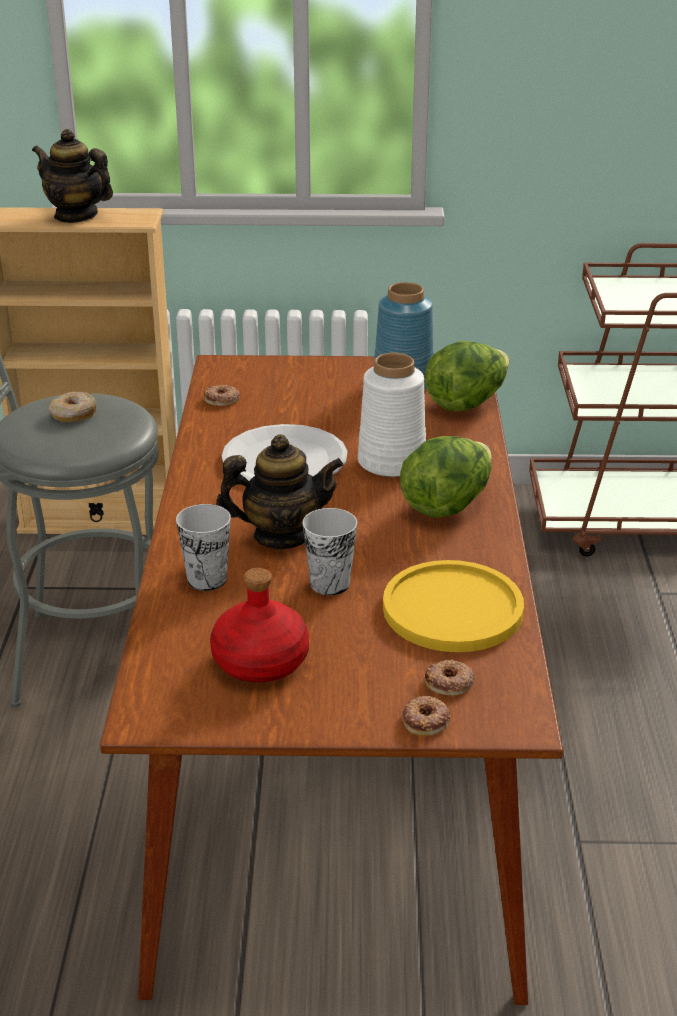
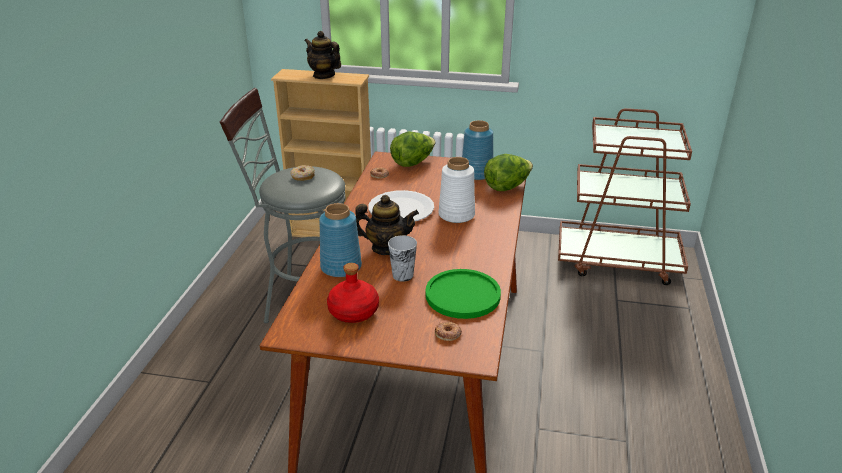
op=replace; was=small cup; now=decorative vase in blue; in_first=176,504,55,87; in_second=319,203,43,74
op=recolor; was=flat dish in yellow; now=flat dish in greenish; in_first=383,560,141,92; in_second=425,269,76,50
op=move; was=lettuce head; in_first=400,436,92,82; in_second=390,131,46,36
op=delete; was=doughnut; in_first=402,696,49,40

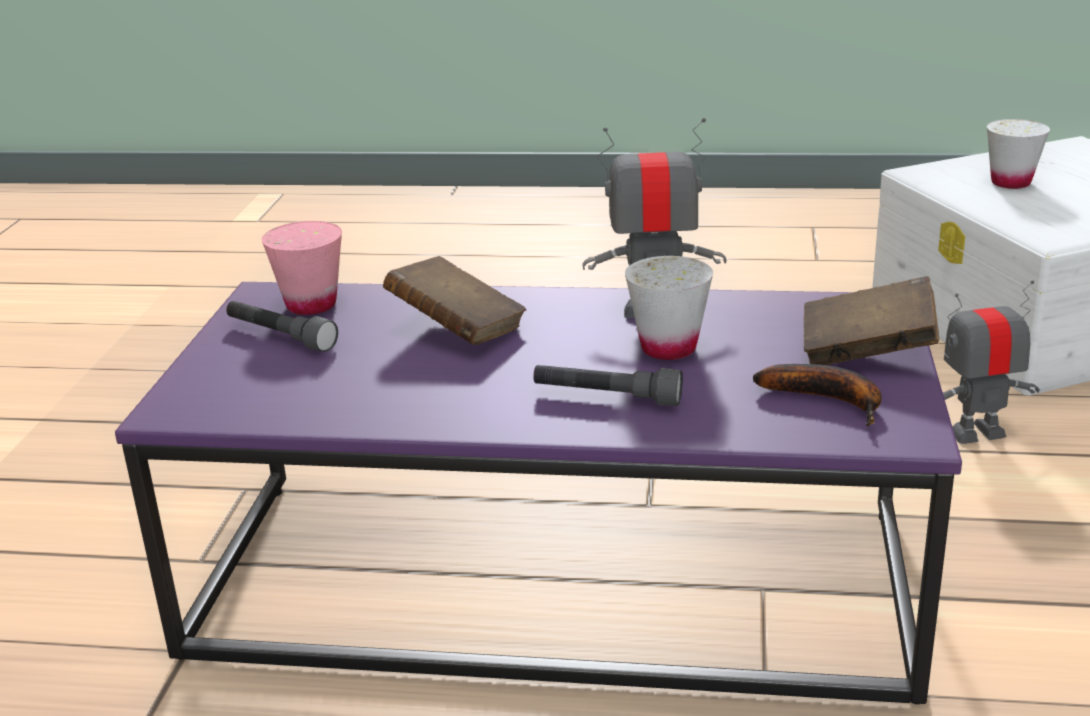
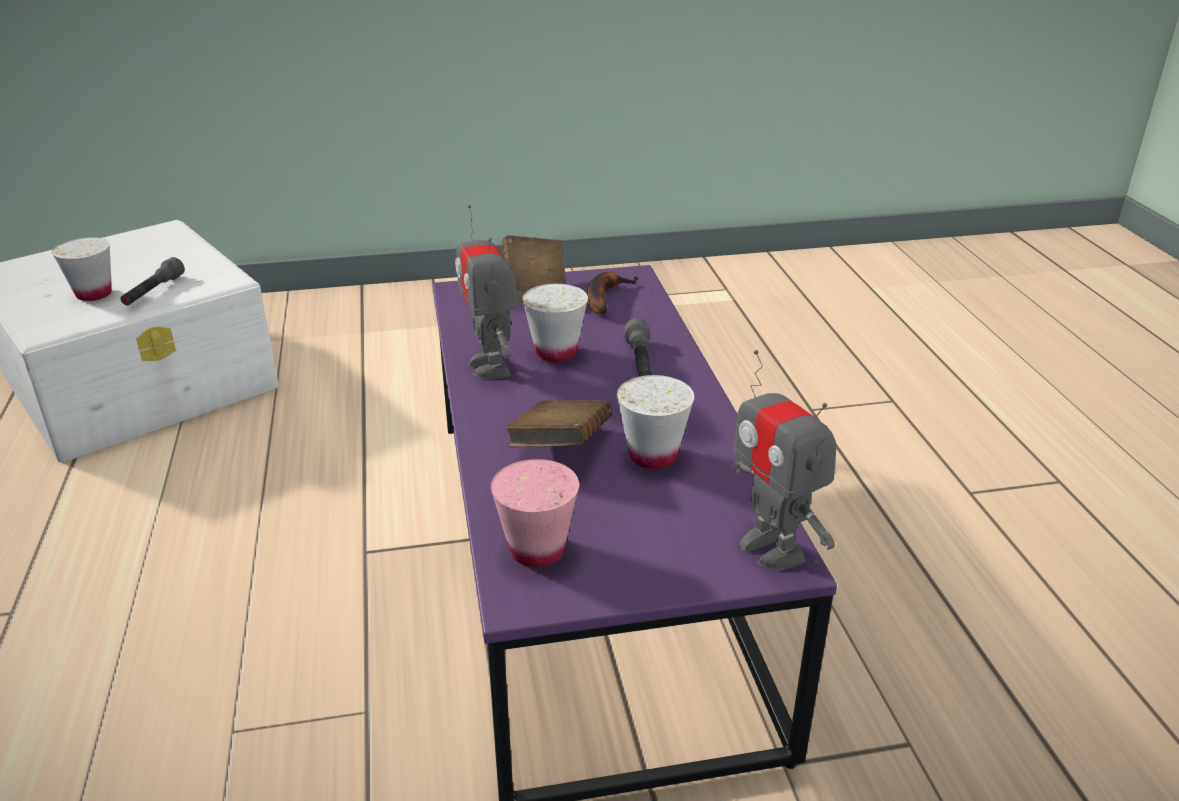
op=move; was=torch in gray; in_first=226,301,112,51; in_second=121,257,64,48
op=move; was=toy robot; in_first=943,280,97,164; in_second=732,350,104,221
op=insert; now=small cup in white; in_second=617,375,77,94

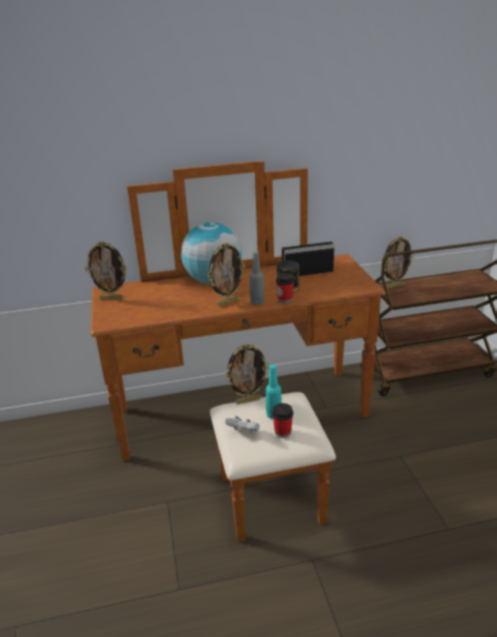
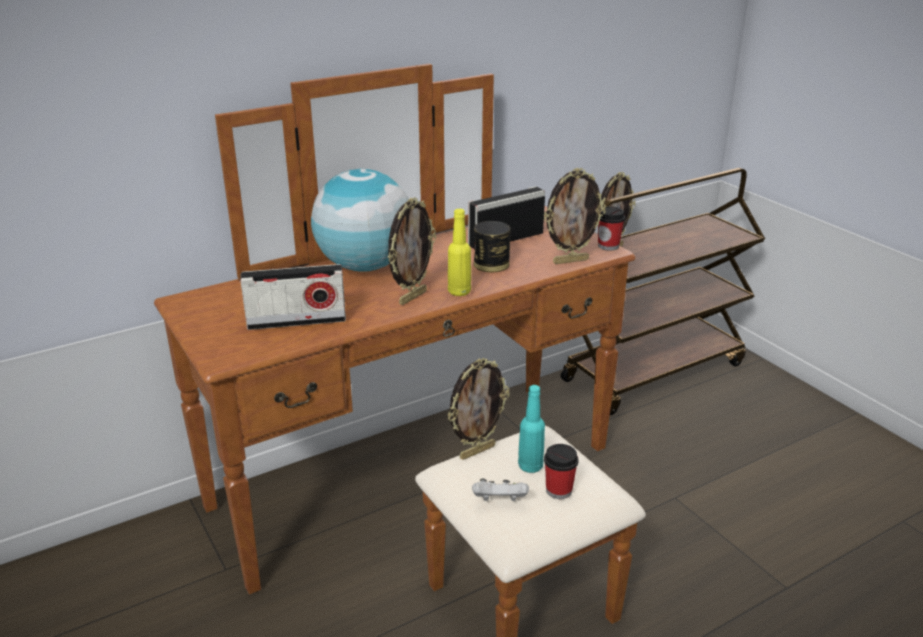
op=move; was=photo frame; in_first=85,241,42,59; in_second=543,168,63,96
op=recolor; was=beverage bottle in gray; now=beverage bottle in yellow; in_first=249,251,16,54; in_second=448,209,23,87
op=move; was=small cup; in_first=276,273,19,30; in_second=598,206,27,45
op=insert; now=radio; in_second=240,264,106,66

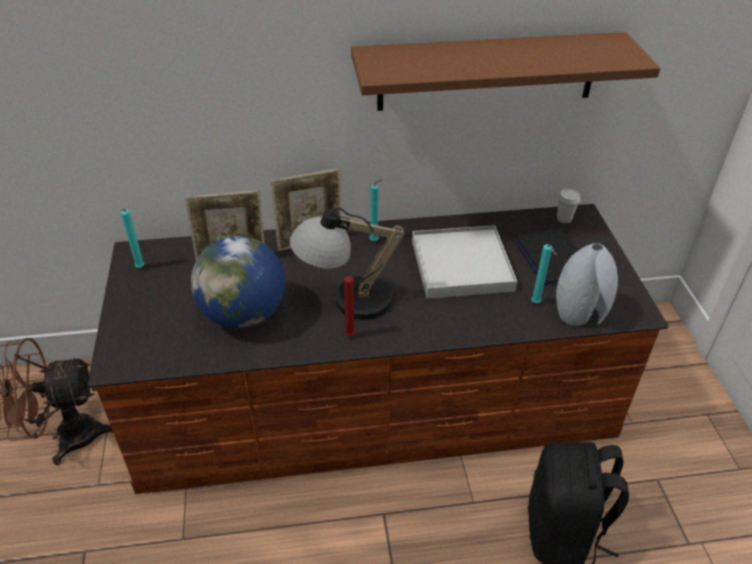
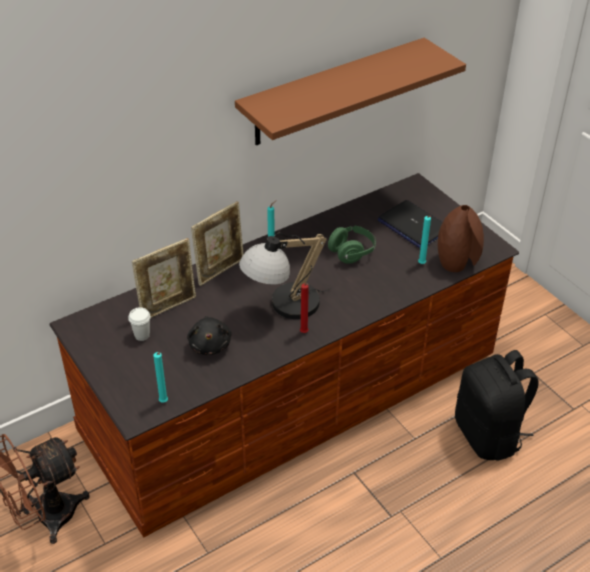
op=move; was=wax light in turquoise-coloured; in_first=121,209,24,59; in_second=153,352,15,51
op=replace; was=desk globe; now=cuddly toy in black-coloured; in_first=191,236,94,92; in_second=187,316,45,39
op=replace; was=tray in white; now=headphones in greenish; in_first=412,225,105,74; in_second=328,226,48,38
op=recolor; was=decorative vase in gray; now=decorative vase in brownish; in_first=556,243,62,83; in_second=438,205,46,67
op=move; was=small cup in white; in_first=557,189,23,34; in_second=128,307,23,34

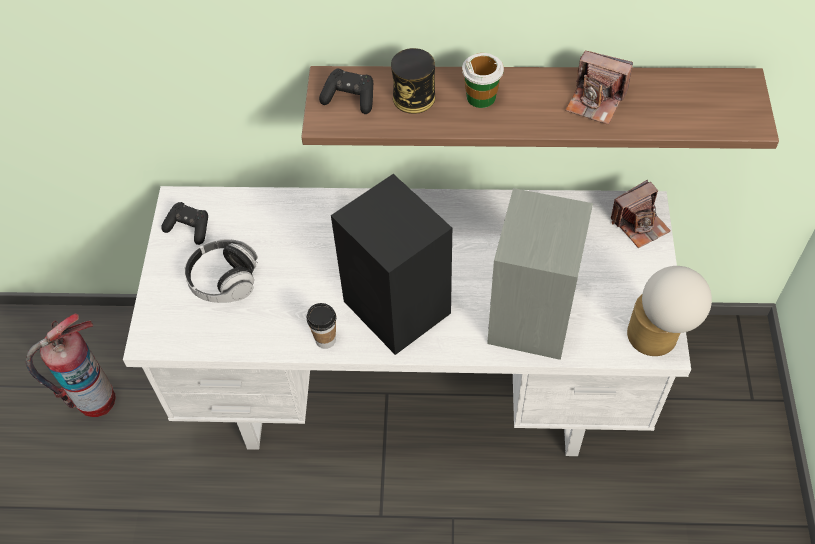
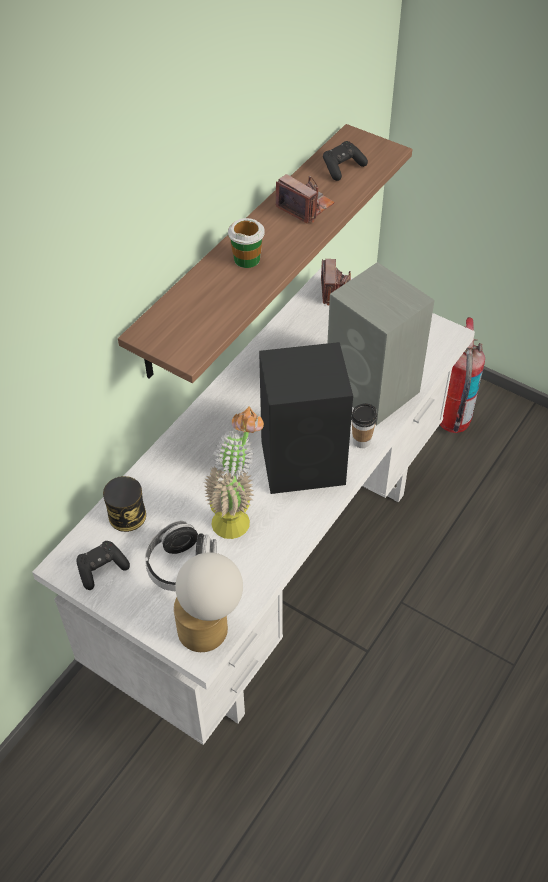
op=move; was=extinguisher; in_first=26,314,90,103; in_second=440,317,45,116
op=move; was=small cup; in_first=307,303,29,46; in_second=351,403,26,45
op=move; was=joypad in black-coloured; in_first=319,69,54,45; in_second=323,141,45,40
op=move; was=can; in_first=391,48,44,66; in_second=103,476,43,56
op=rotate; was=photo camera; in_first=565,51,68,74; in_second=276,174,59,50; clockwise=-105
op=move; was=lamp for a table; in_first=627,266,85,90; in_second=174,552,69,100
op=insert; now=houseplant; in_second=204,406,60,133

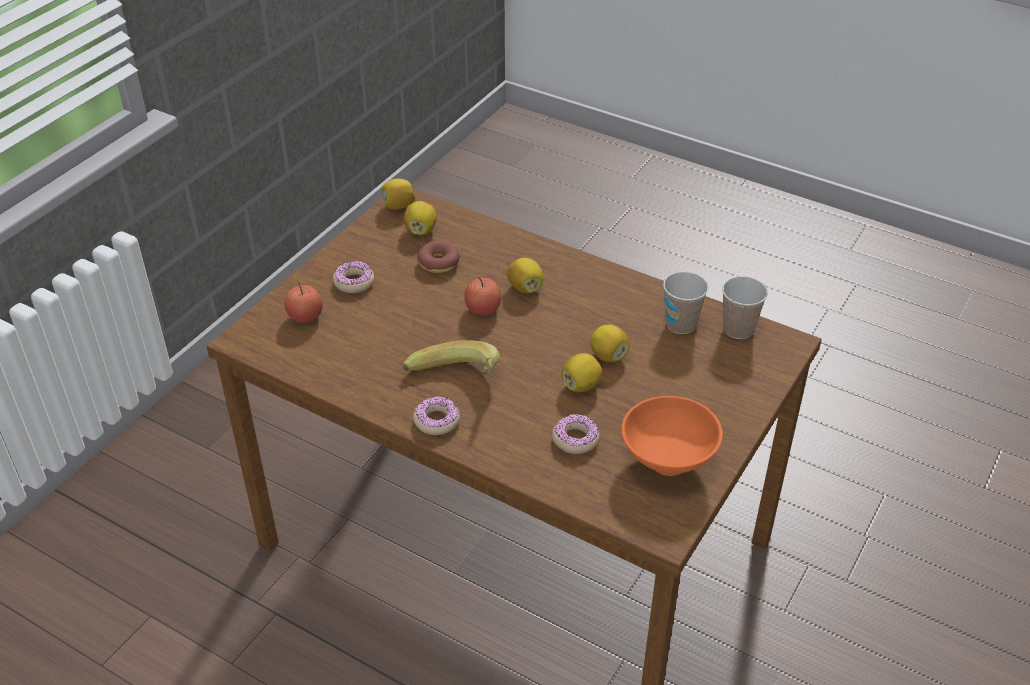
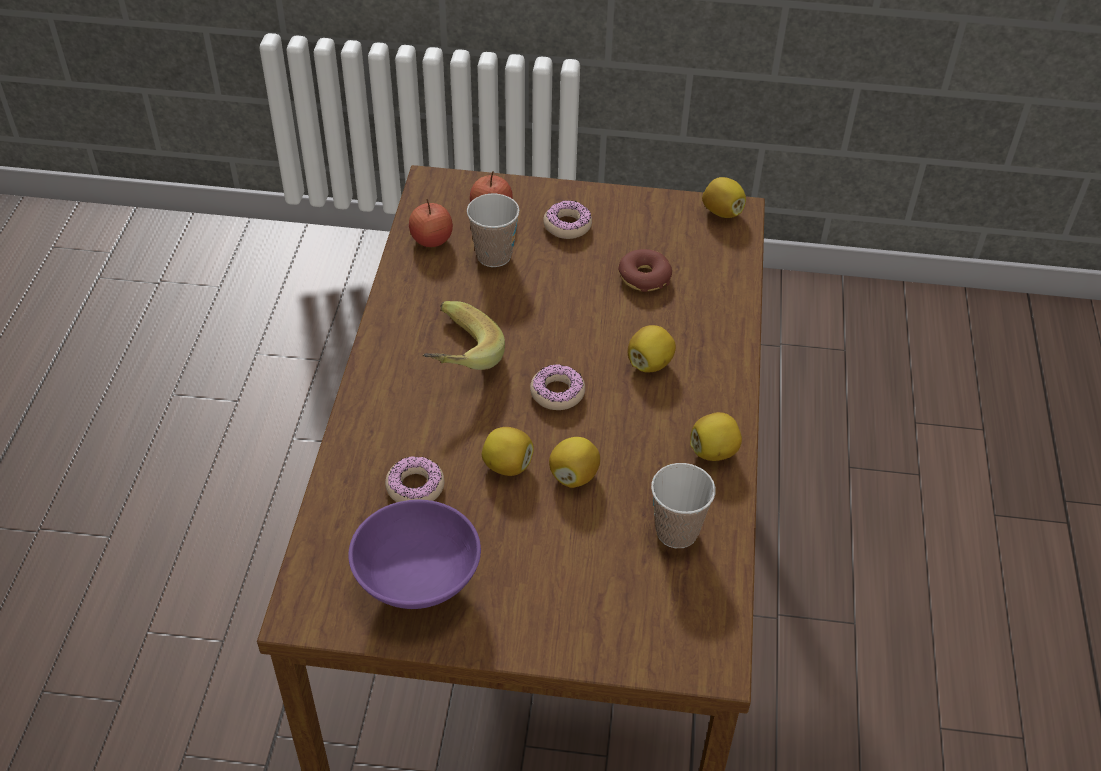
op=move; was=lemon; in_first=404,201,33,34; in_second=690,412,52,49
op=move; was=doughnut; in_first=413,396,47,39; in_second=530,364,55,46
op=move; was=apple; in_first=464,277,37,38; in_second=409,199,44,48
op=recolor; was=serving bowl in orangey; now=serving bowl in purple-coloured; in_first=621,396,102,80; in_second=348,500,133,109
op=move; was=small cup; in_first=722,276,46,63; in_second=467,194,53,73

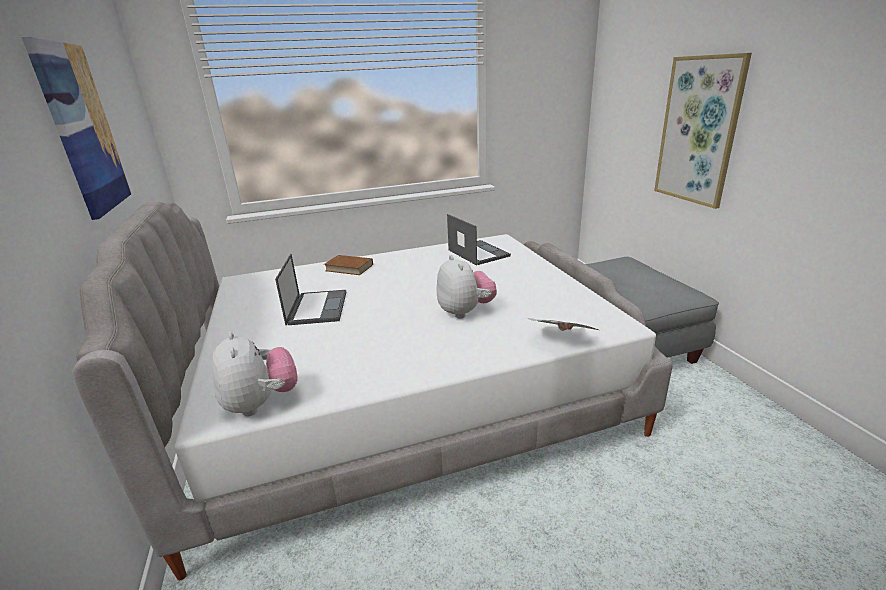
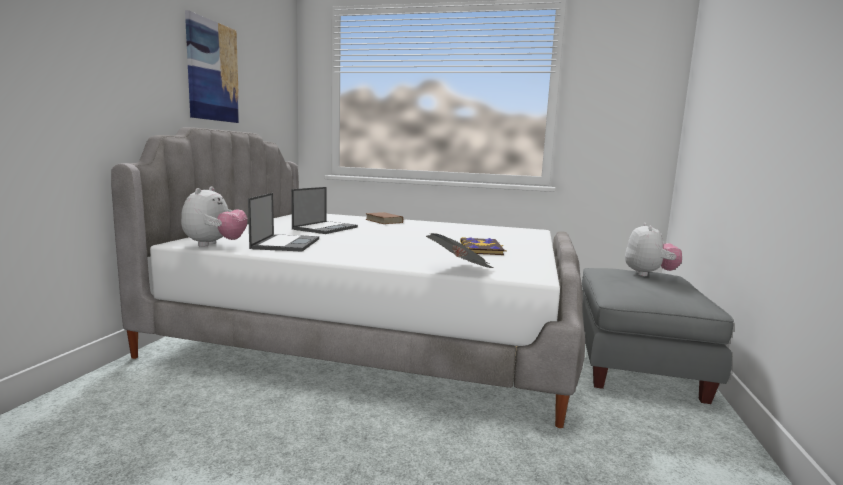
op=move; was=cuddly toy; in_first=437,255,60,64; in_second=625,223,57,53
op=move; was=notebook computer; in_first=447,214,64,51; in_second=248,193,71,59
op=delete; was=picture; in_first=654,53,98,156
op=insert; now=book; in_second=460,237,47,18

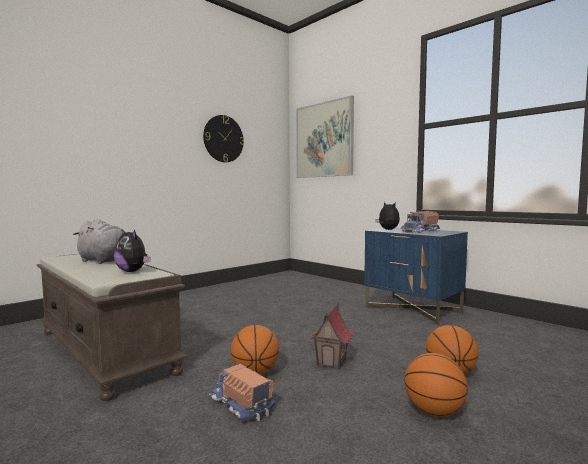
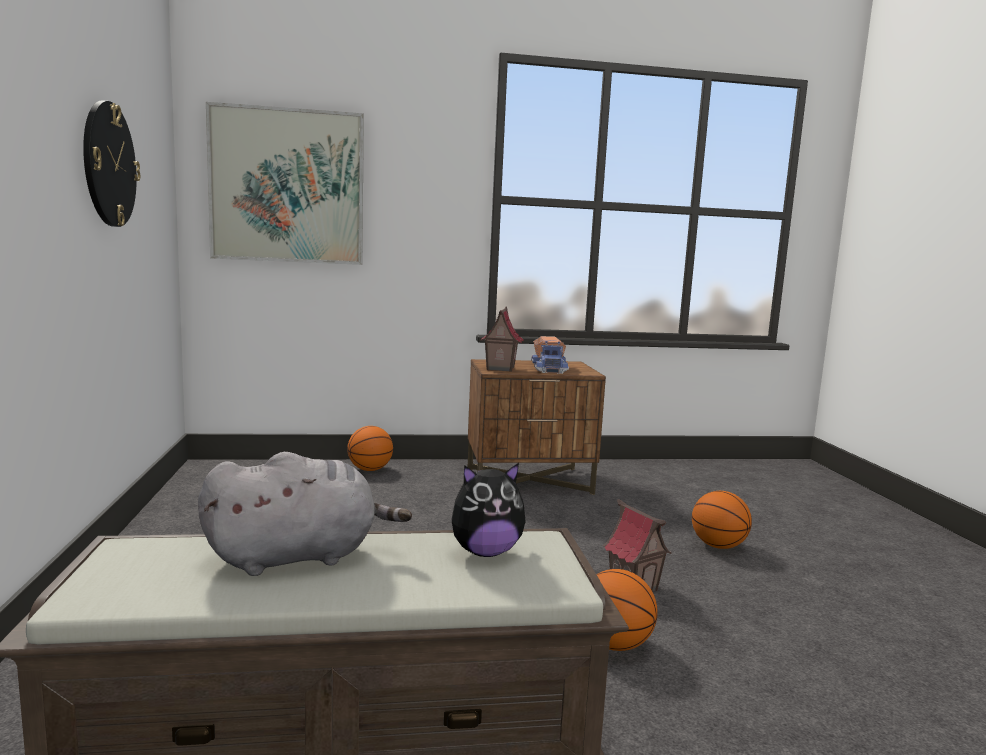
op=delete; was=toy truck; in_first=209,363,66,58
op=recolor; was=night table in blue; now=night table in brownish; in_first=364,227,104,98; in_second=468,359,138,136
op=replace; was=cuddly toy; now=miniature house; in_first=376,202,24,28; in_second=480,306,43,66
op=move; was=basketball; in_first=405,353,63,64; in_second=347,426,46,45

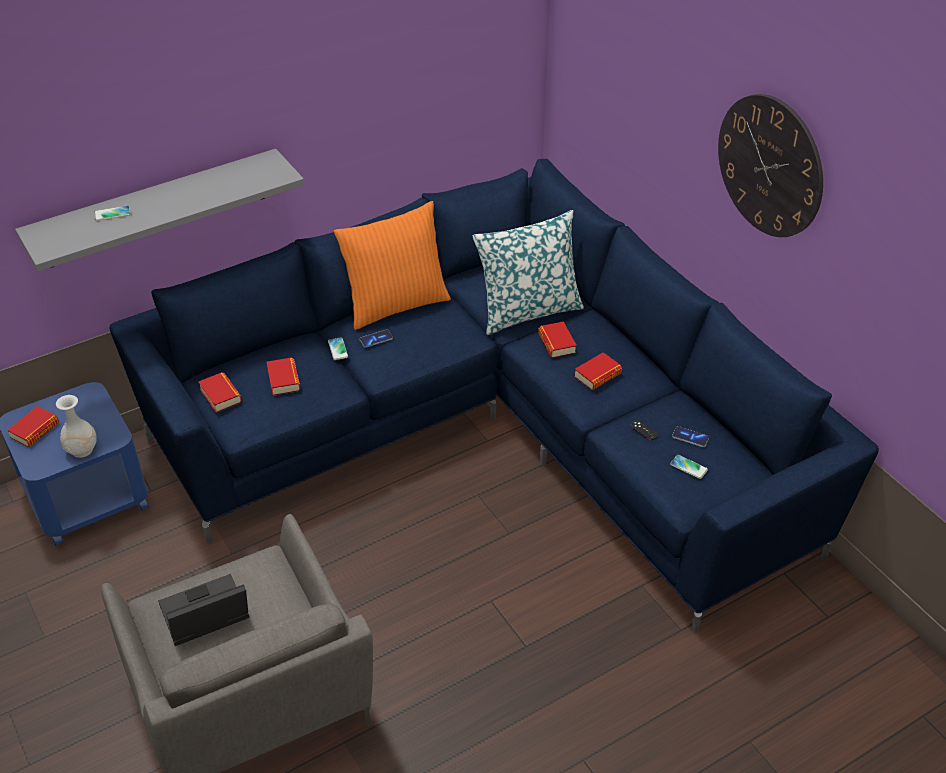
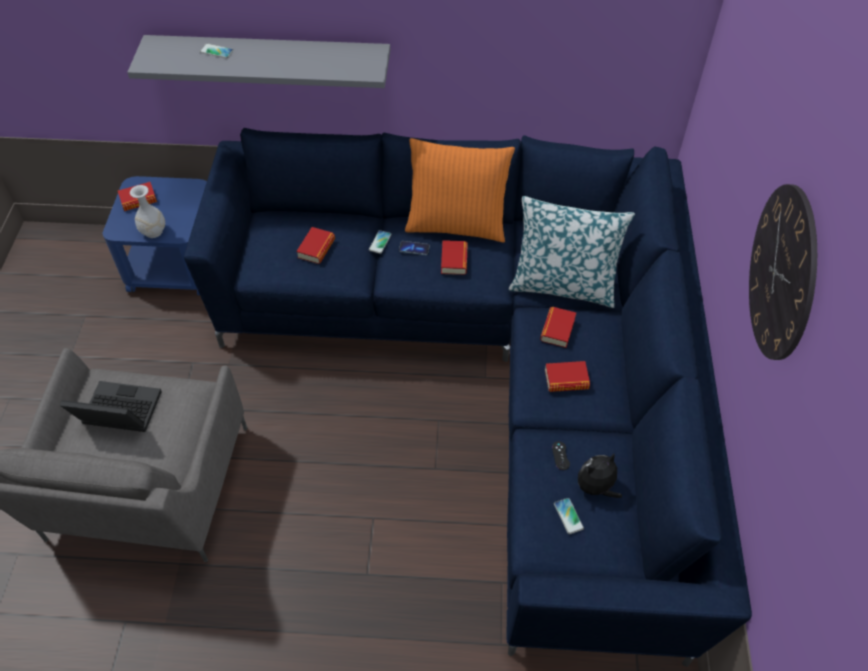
op=move; was=book; in_first=198,372,44,41; in_second=441,240,27,35
op=replace; was=handset; now=cuddly toy; in_first=672,426,37,21; in_second=578,452,44,46

